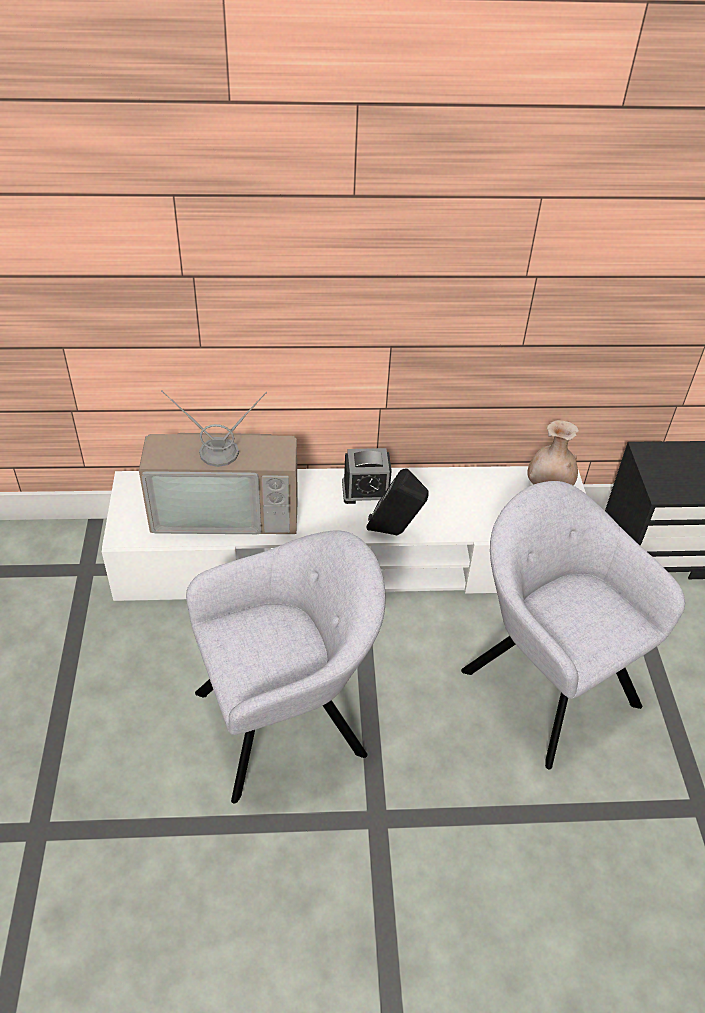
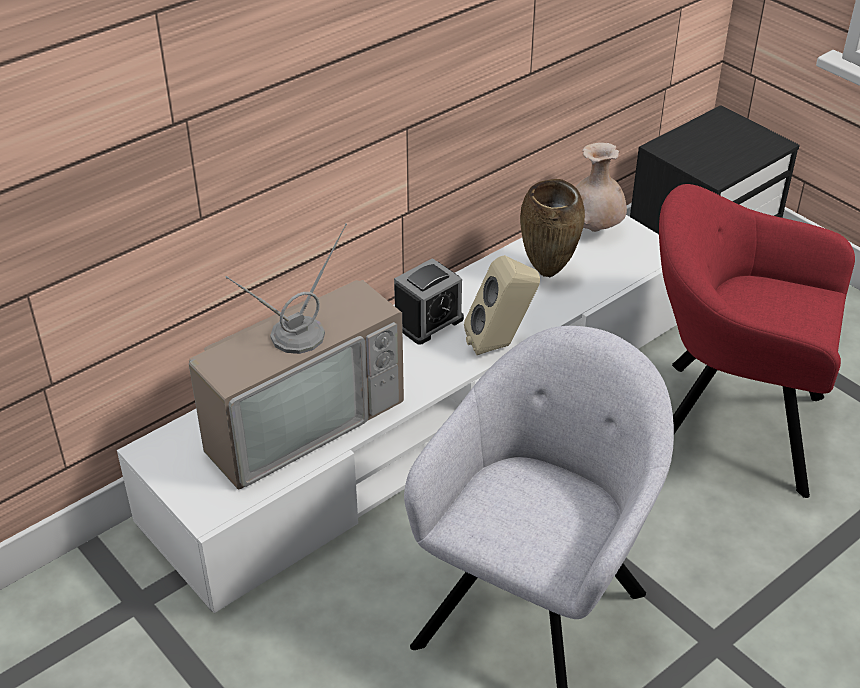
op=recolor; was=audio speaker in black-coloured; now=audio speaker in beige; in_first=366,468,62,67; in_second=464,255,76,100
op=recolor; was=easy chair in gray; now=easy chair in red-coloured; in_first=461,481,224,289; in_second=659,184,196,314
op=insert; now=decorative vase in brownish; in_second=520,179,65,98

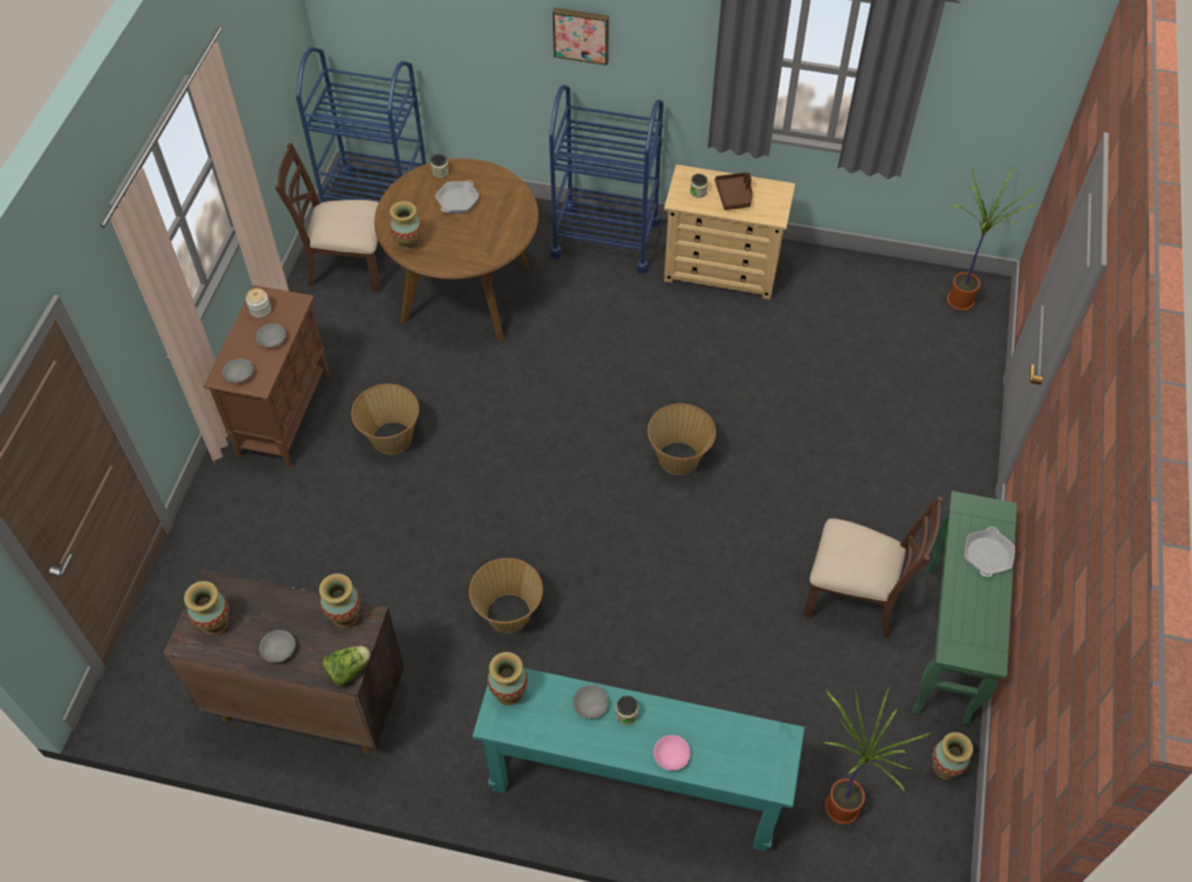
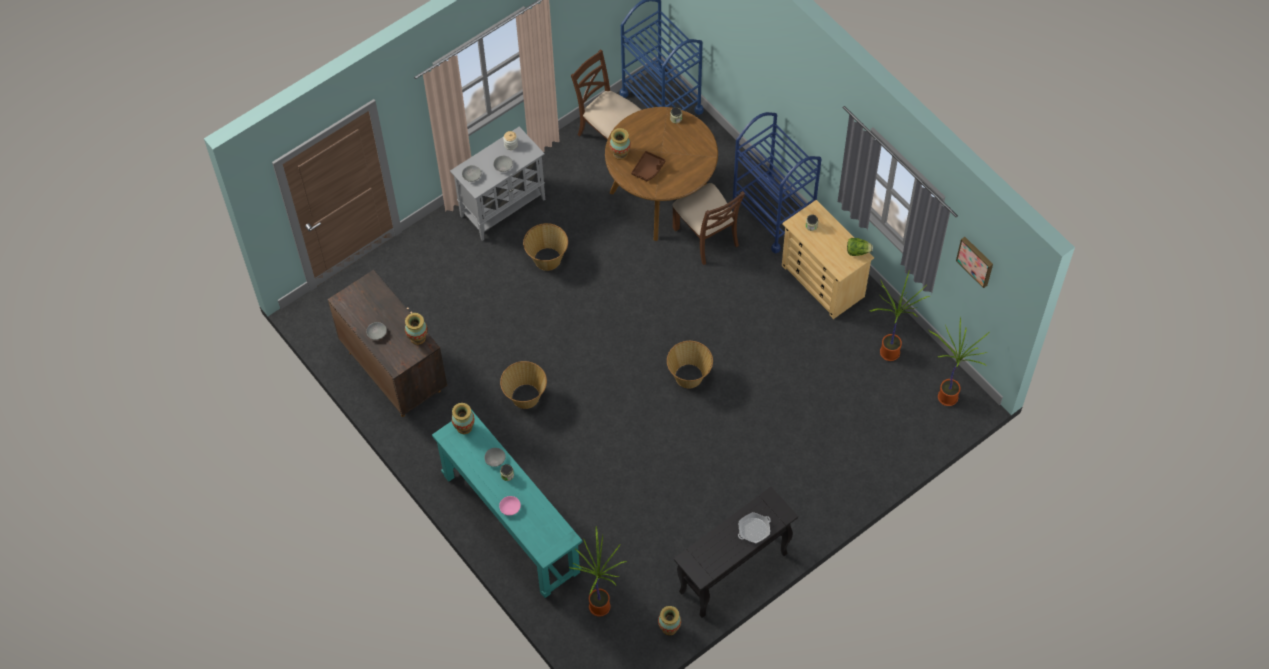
op=delete; was=decorative vase; in_first=184,581,45,55
op=recolor; was=cabinet in brownish; now=cabinet in gray; in_first=203,285,127,183; in_second=450,127,95,114
op=move; was=lettuce head; in_first=322,646,49,39; in_second=847,238,26,18
op=delete; was=pan; in_first=435,180,44,33
op=move; was=picture; in_first=552,8,57,57; in_second=956,237,37,51
op=move; was=tray in brownish; in_first=715,172,38,38; in_second=631,151,35,30
op=move; was=plain chair in brownish; in_first=803,496,140,142; in_second=673,183,72,82
op=recolor; was=narrow table in greenish; now=narrow table in black-coloured; in_first=912,491,105,234; in_second=674,487,124,131
op=insert; now=houseplant; in_second=870,272,60,89

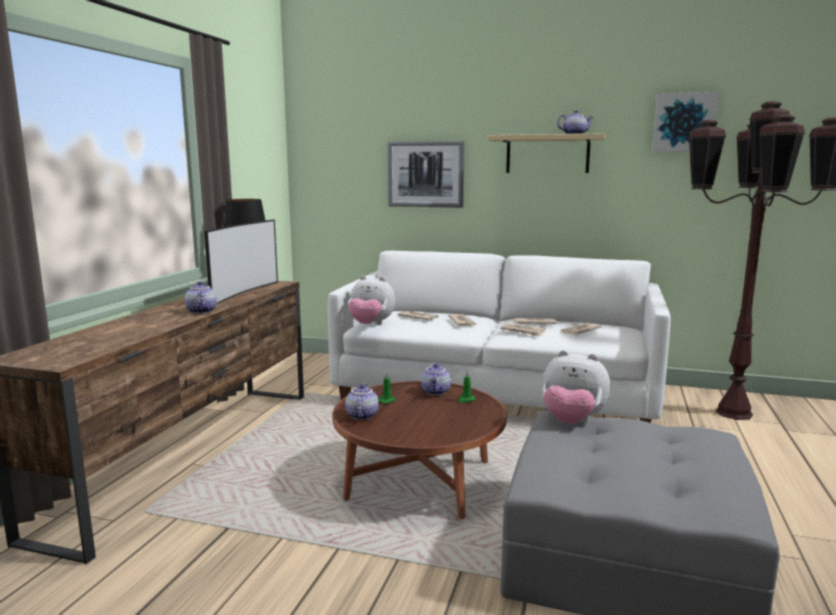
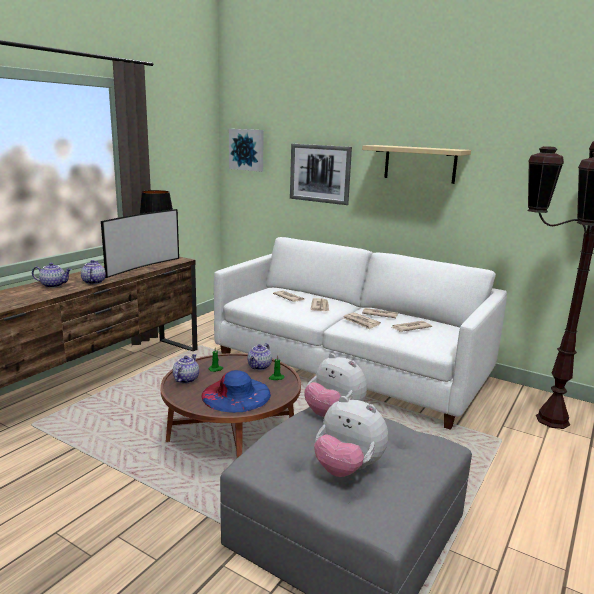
op=move; was=cuddly toy; in_first=348,276,47,49; in_second=314,396,74,81
op=move; was=teapot; in_first=557,110,36,24; in_second=32,263,40,25
op=move; was=picture; in_first=652,92,67,60; in_second=229,129,35,43
op=insert; now=hat in blue; in_second=202,370,69,43

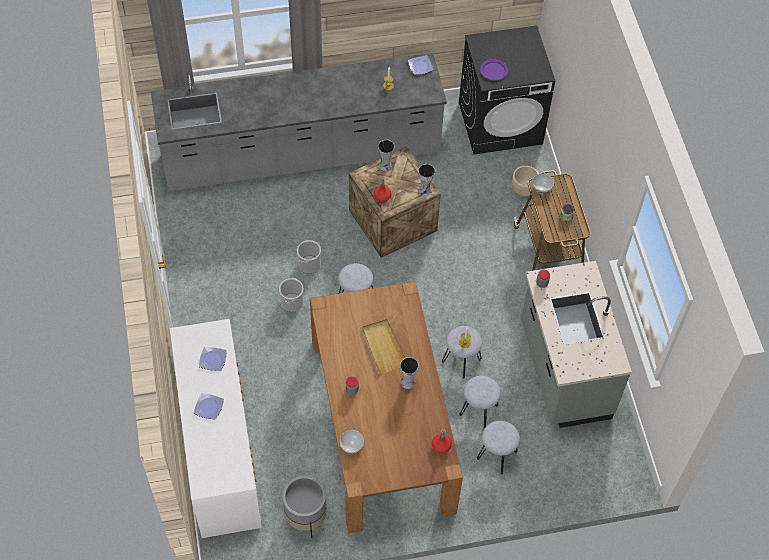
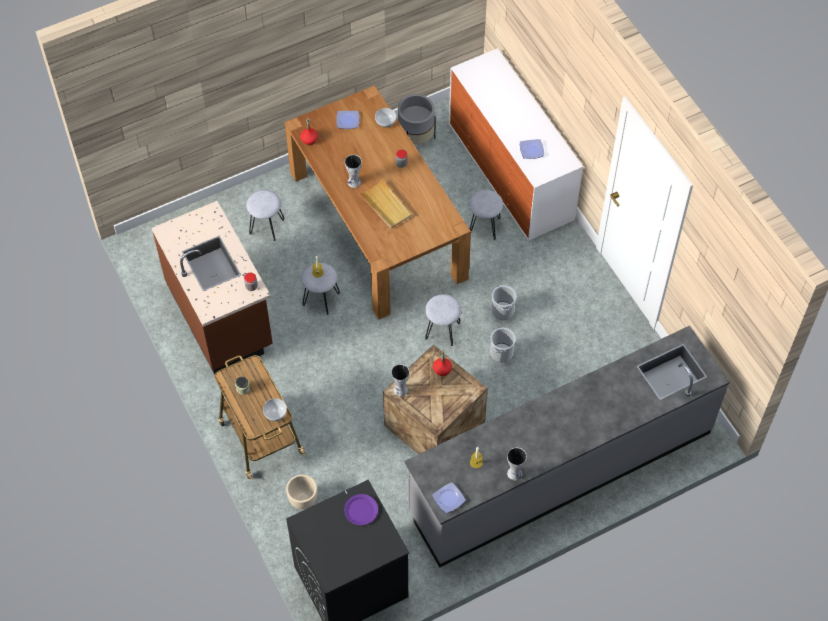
op=move; was=flat dish; in_first=194,393,30,26; in_second=336,111,23,18
op=move; was=decorative vase; in_first=378,140,17,32; in_second=507,447,20,34
op=move; was=sitting stool in gray; in_first=459,376,42,53; in_second=469,190,34,50
op=recolor; was=counter in gray; now=counter in brownish; in_first=521,261,111,167; in_second=152,201,121,174

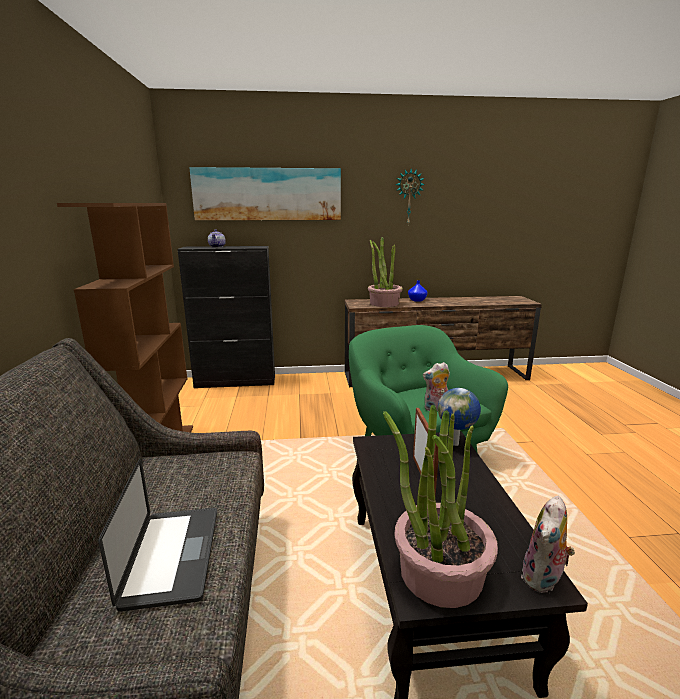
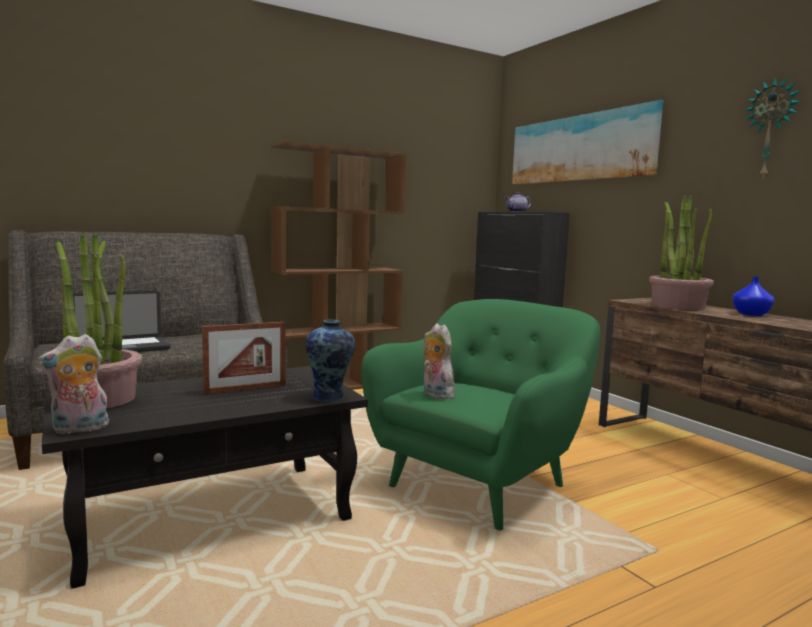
op=replace; was=desk globe; now=decorative vase; in_first=438,388,43,58; in_second=305,320,51,82
op=rotate; was=cuddly toy; in_first=521,496,54,97; in_second=38,334,71,100; clockwise=-45

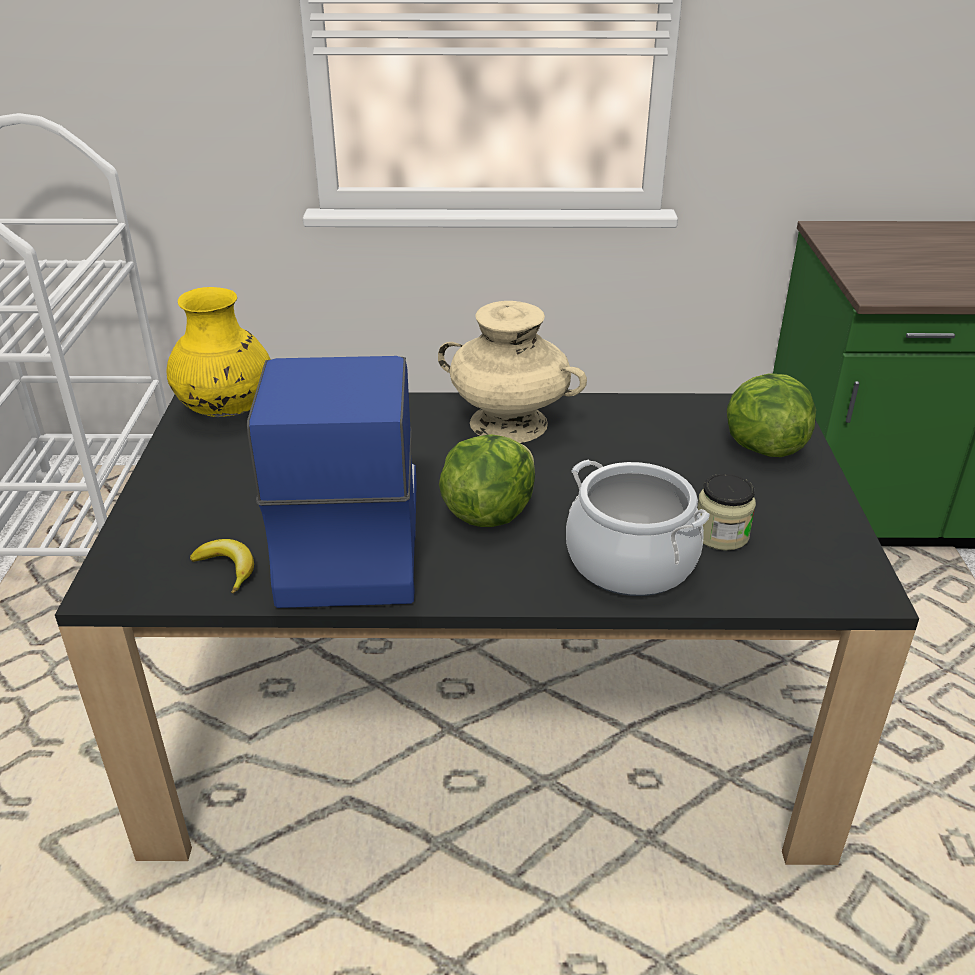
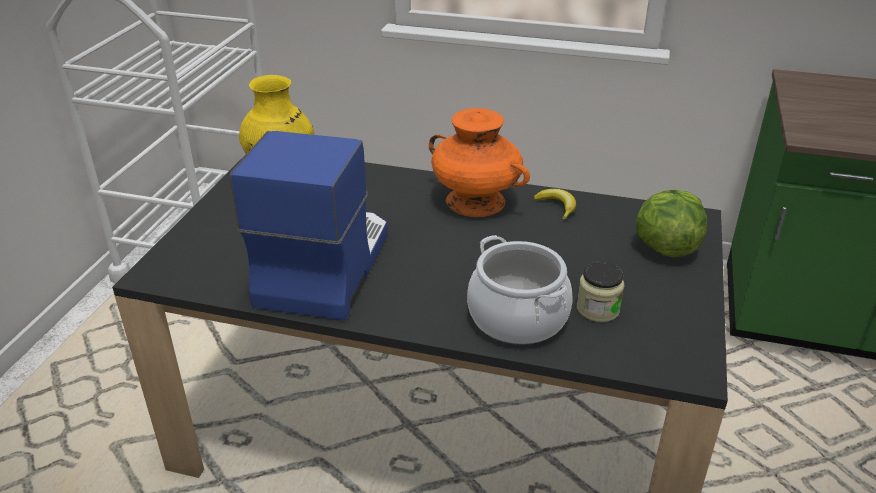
op=move; was=banana fruit; in_first=190,539,64,55; in_second=534,189,42,31
op=recolor; was=decorative vase in beige; now=decorative vase in orangey; in_first=438,301,149,142; in_second=429,108,101,109
op=delete; was=lettuce head; in_first=439,434,96,93

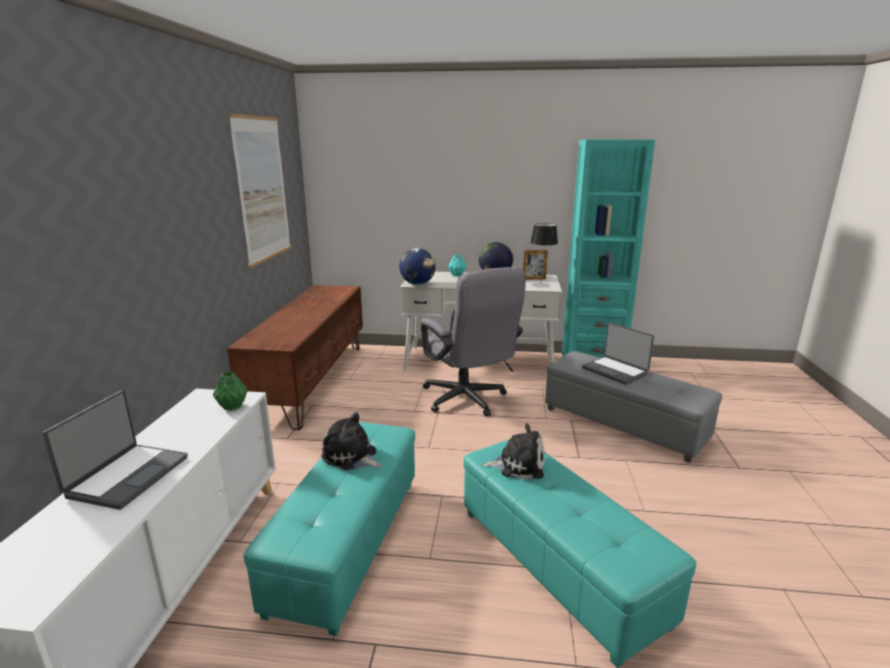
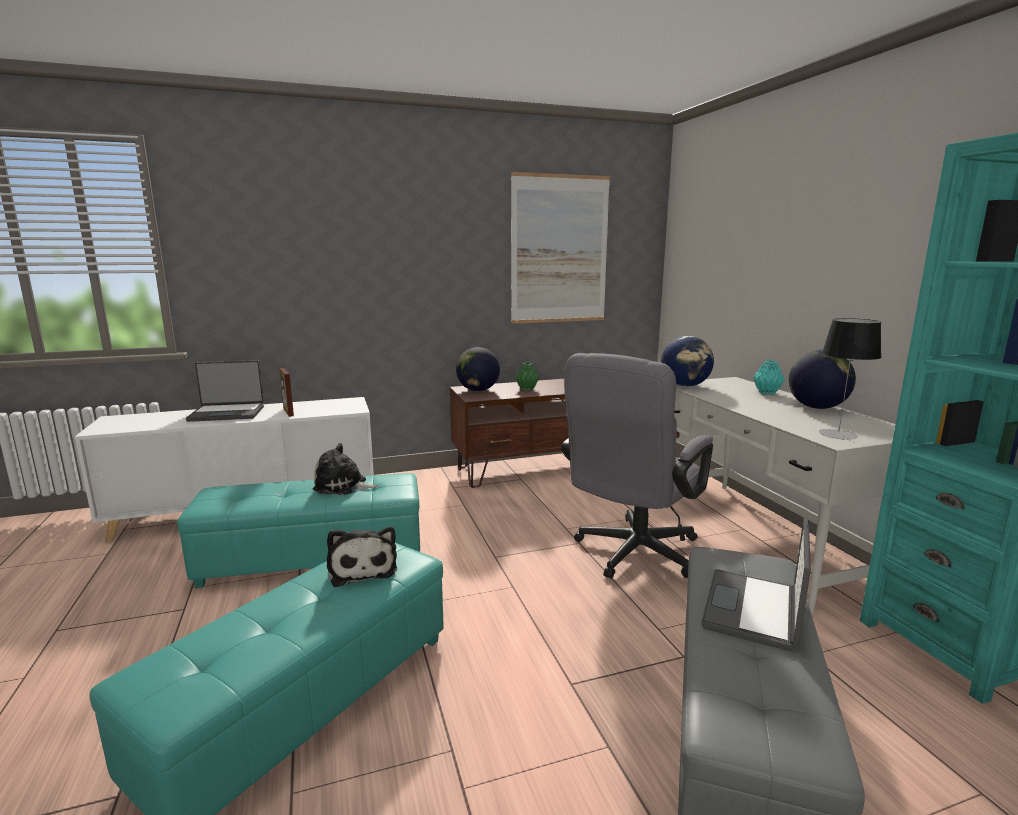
op=move; was=decorative vase in greenish; in_first=213,372,34,39; in_second=516,363,23,28
op=rotate; was=cuddly toy; in_first=321,412,61,58; in_second=313,443,66,52; clockwise=-90
op=move; was=photo frame; in_first=523,250,25,30; in_second=279,368,15,49
op=insert; now=desk globe; in_second=456,347,44,44

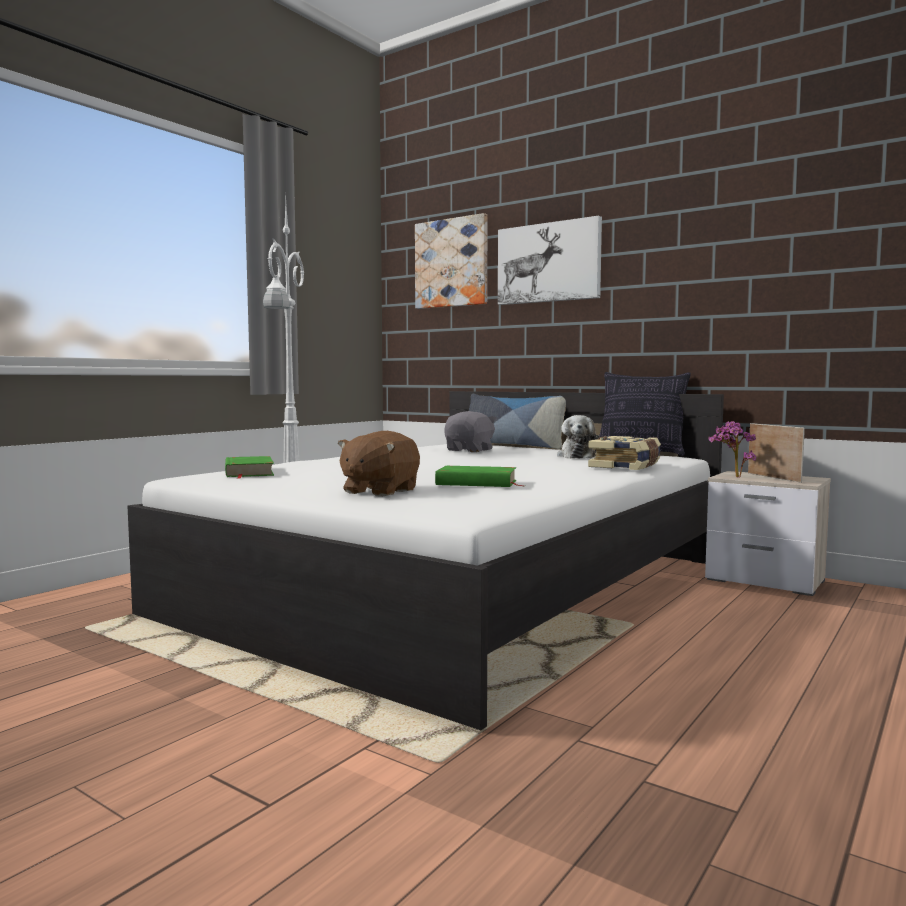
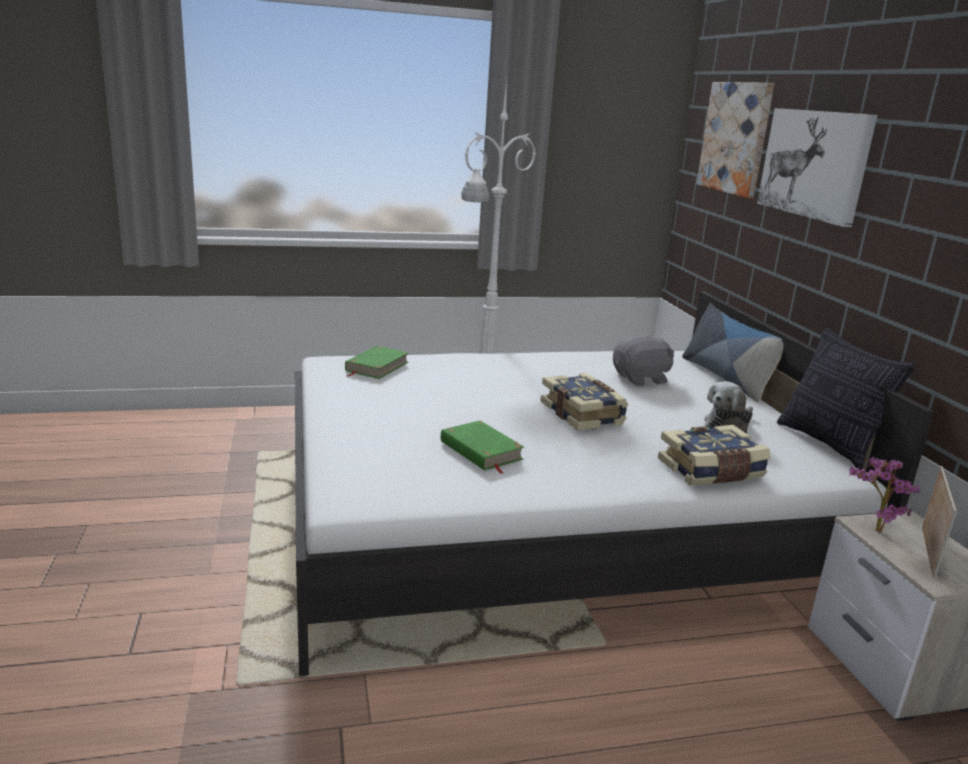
op=delete; was=cuddly toy in brownish; in_first=338,431,82,66
op=insert; now=book; in_second=540,373,88,58

